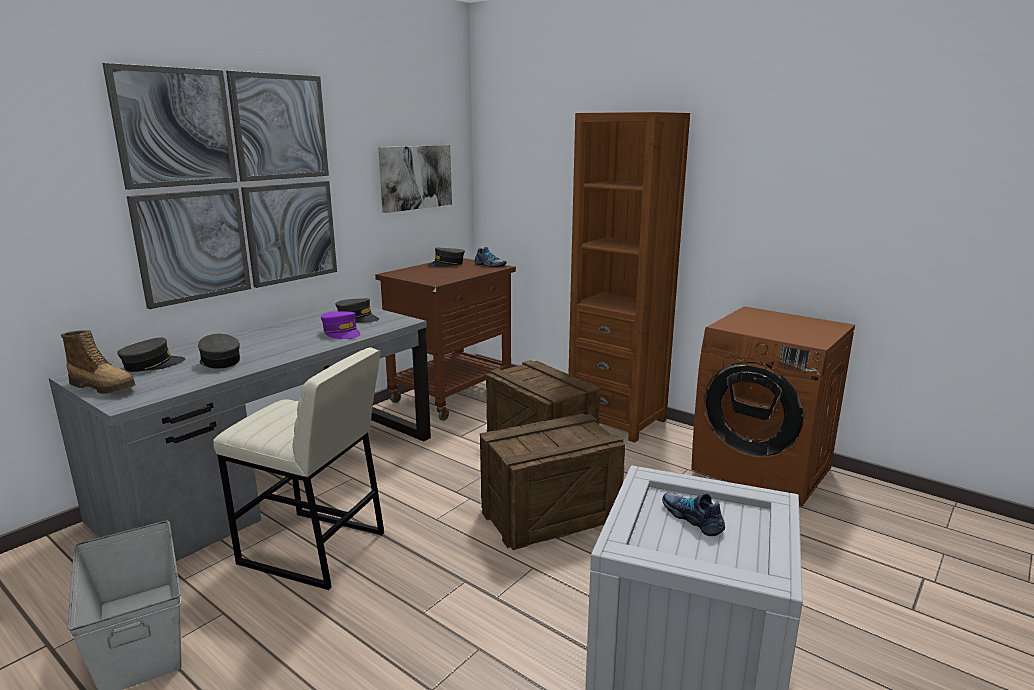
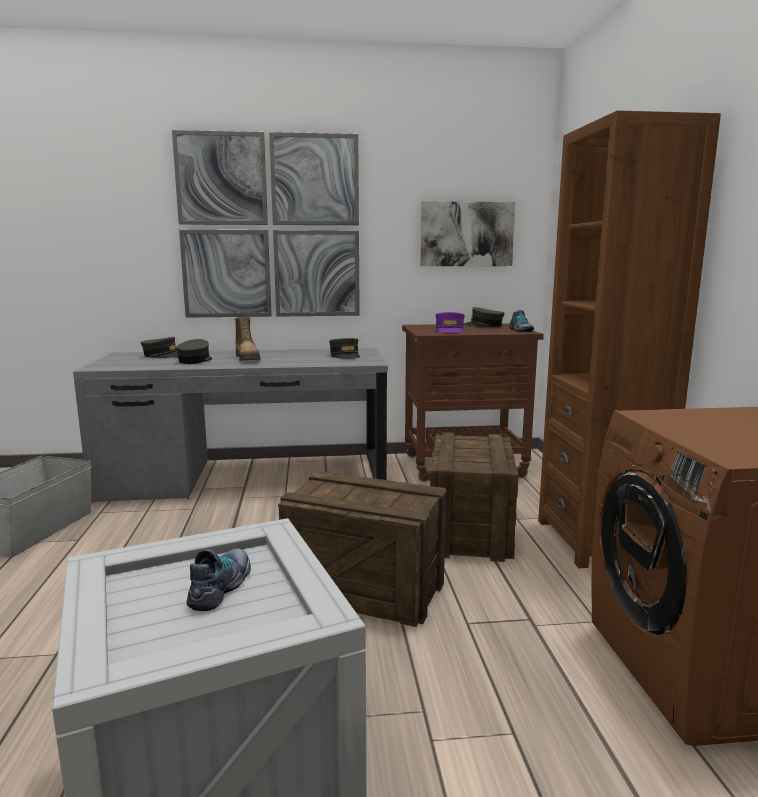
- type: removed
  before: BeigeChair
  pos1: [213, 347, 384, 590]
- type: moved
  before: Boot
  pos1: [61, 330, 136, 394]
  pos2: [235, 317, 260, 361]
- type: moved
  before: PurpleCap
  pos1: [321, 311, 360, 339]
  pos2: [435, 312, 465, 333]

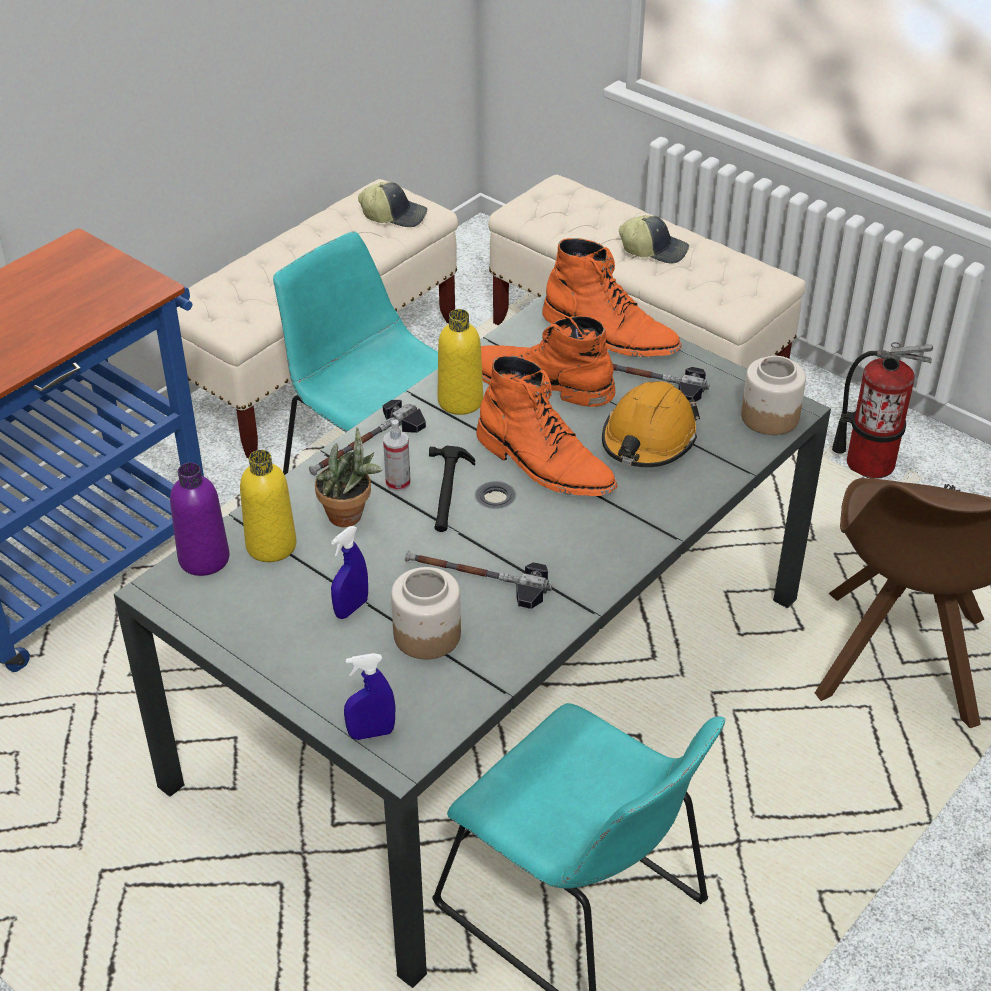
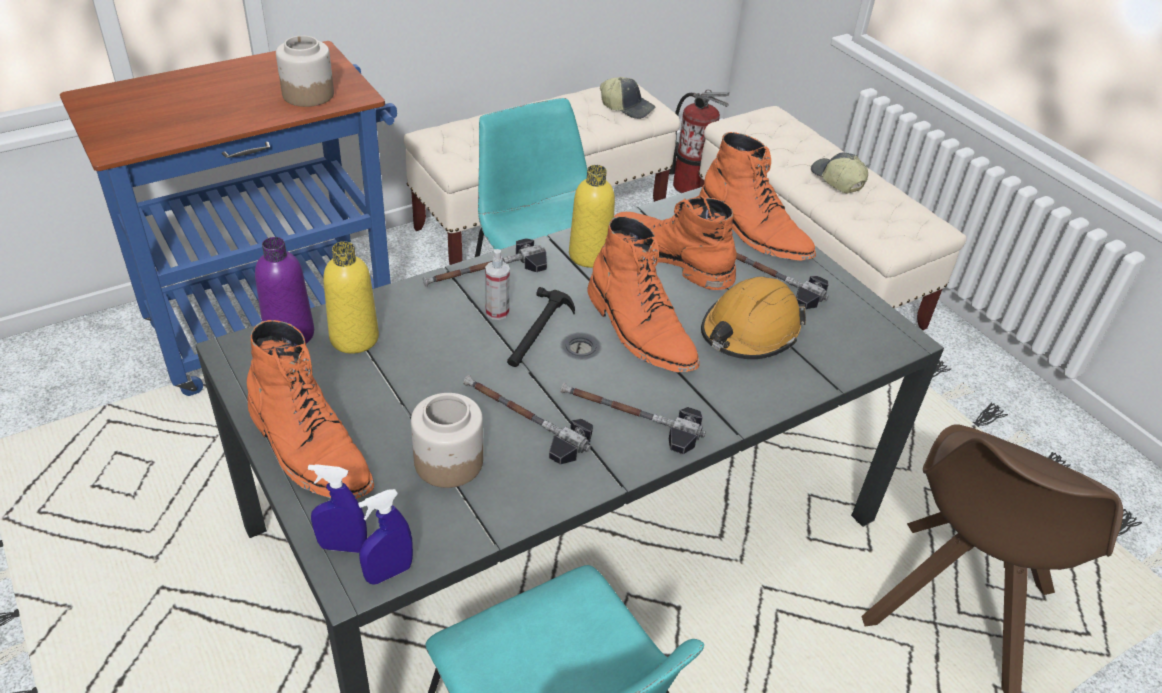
- type: removed
  before: PottedPlant
  pos1: [315, 428, 382, 527]
- type: added
  after: OrangeBoot
  pos2: [247, 320, 374, 499]
- type: added
  after: Hammer
  pos2: [560, 383, 706, 454]
- type: moved
  before: BlueSprayBottle
  pos1: [331, 526, 368, 619]
  pos2: [358, 489, 413, 585]
- type: moved
  before: Jar
  pos1: [741, 356, 806, 435]
  pos2: [276, 35, 334, 107]
- type: moved
  before: FireExtinguisher
  pos1: [832, 342, 933, 479]
  pos2: [669, 90, 729, 193]
- type: turned
  before: Cap
  pos1: [619, 215, 689, 263]
  pos2: [811, 152, 868, 193]
  turn: -150

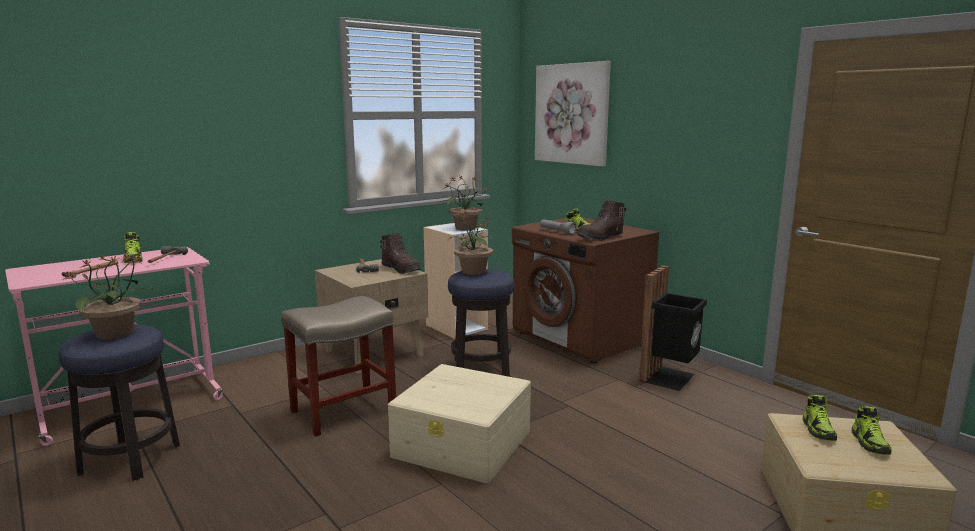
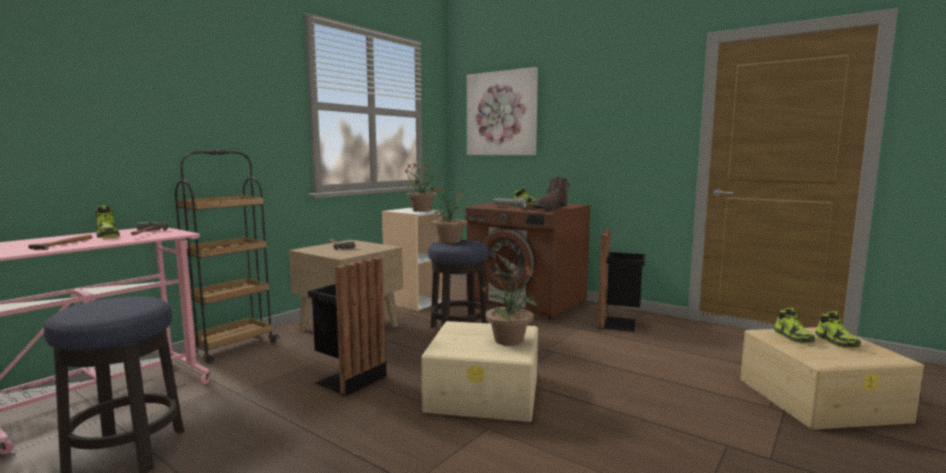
- type: removed
  before: BrownBoot
  pos1: [380, 233, 421, 274]
- type: added
  after: BrownCart
  pos2: [175, 150, 280, 364]
- type: moved
  before: PottedPlant
  pos1: [61, 254, 156, 340]
  pos2: [480, 265, 537, 346]
- type: replaced
  before: BeigeStool
  after: BlackTrashCan
  pos1: [281, 296, 396, 436]
  pos2: [308, 257, 386, 396]

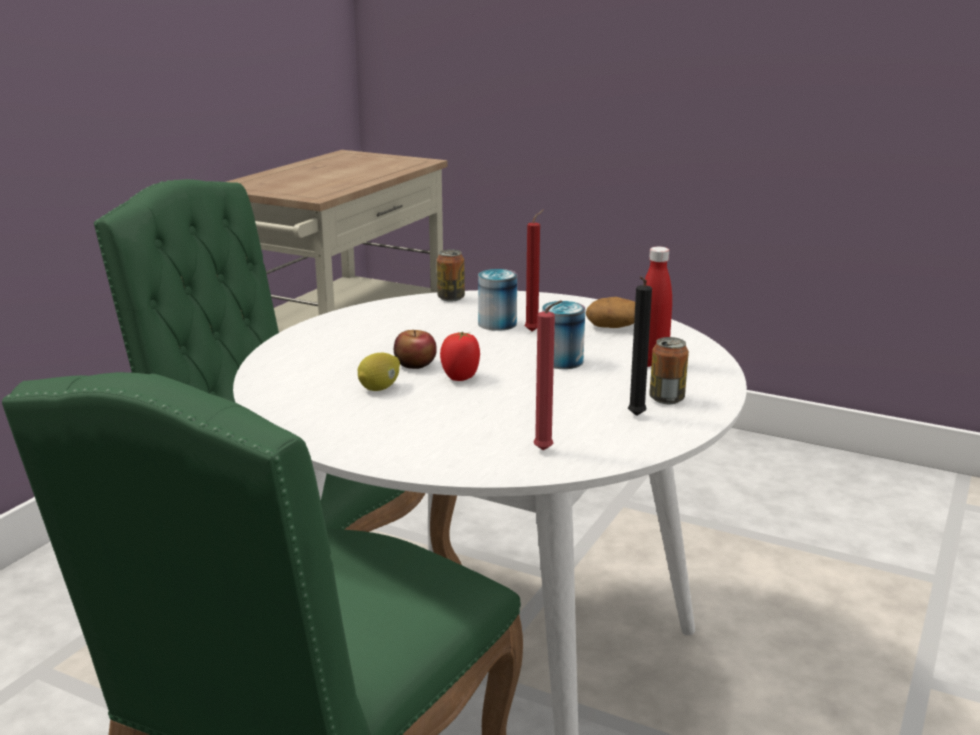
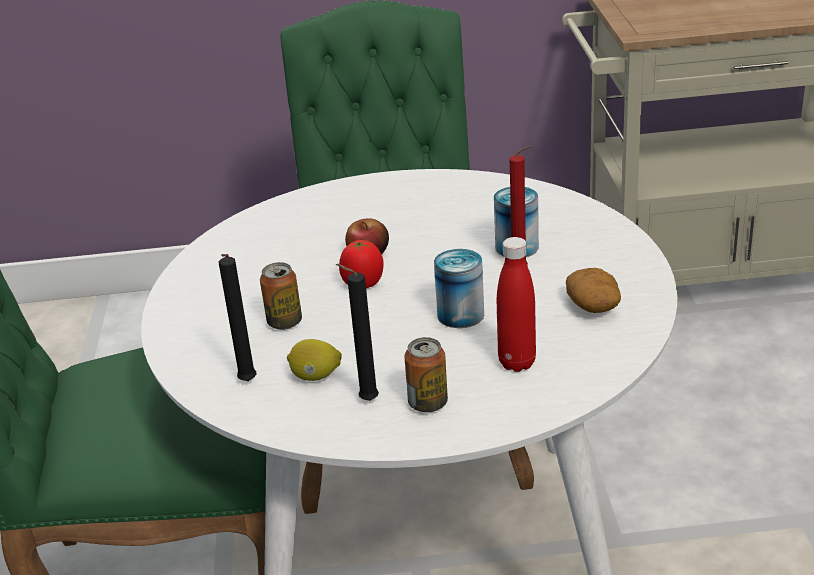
- type: moved
  before: Lemon
  pos1: [358, 353, 400, 391]
  pos2: [287, 339, 342, 381]
- type: moved
  before: Can
  pos1: [437, 249, 465, 302]
  pos2: [260, 262, 302, 330]
- type: recoloured
  before: RedCandle
  after: BlackCandle
  pos1: [534, 301, 562, 451]
  pos2: [219, 254, 256, 381]

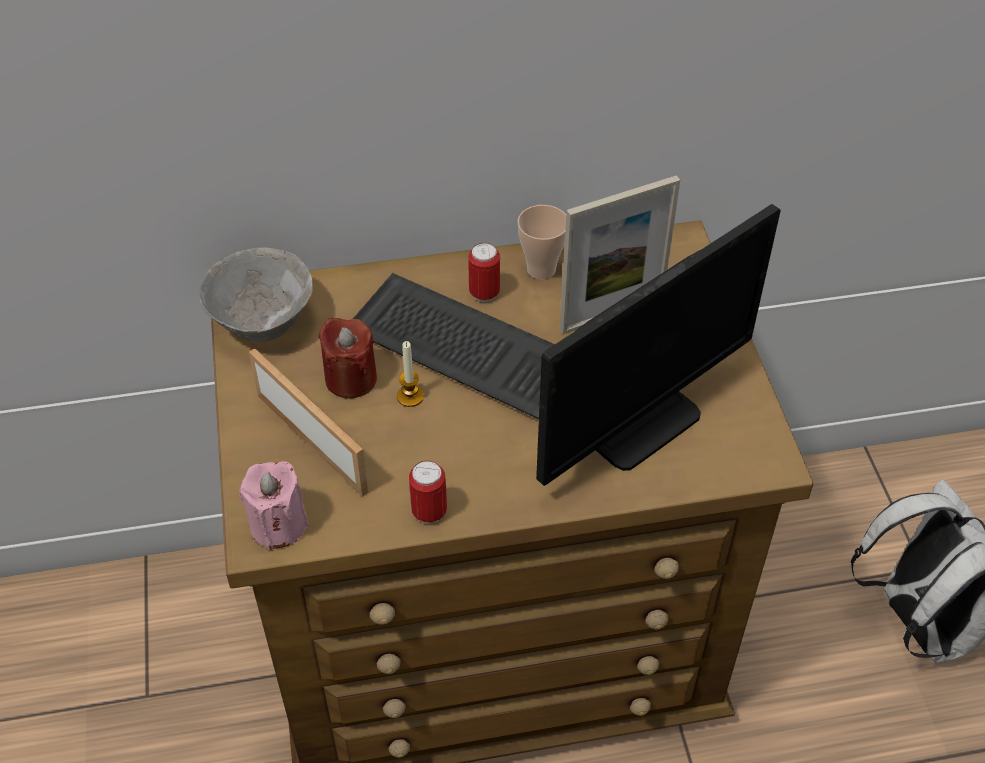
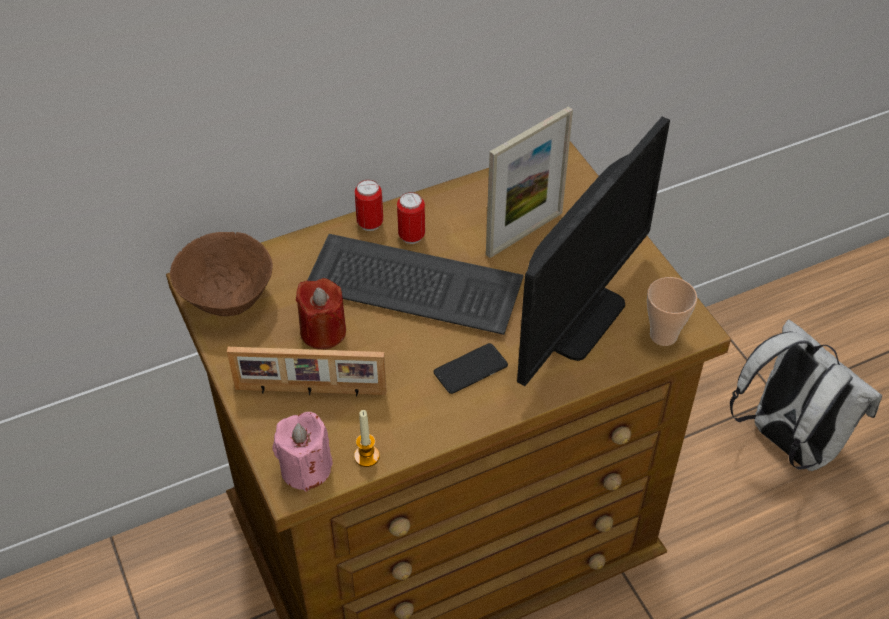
- type: added
  after: Phone
  pos2: [434, 343, 508, 394]
- type: moved
  before: Candle
  pos1: [397, 341, 424, 407]
  pos2: [354, 410, 380, 467]
- type: moved
  before: Can
  pos1: [409, 461, 447, 524]
  pos2: [355, 180, 383, 231]
- type: moved
  before: Cup
  pos1: [517, 205, 566, 279]
  pos2: [647, 277, 697, 346]
- type: recoloured
  before: GreyBowl
  after: BrownBowl
  pos1: [199, 247, 313, 342]
  pos2: [170, 232, 273, 316]
- type: turned
  before: PictureFrame
  pos1: [249, 348, 368, 497]
  pos2: [227, 347, 386, 397]
  turn: 150

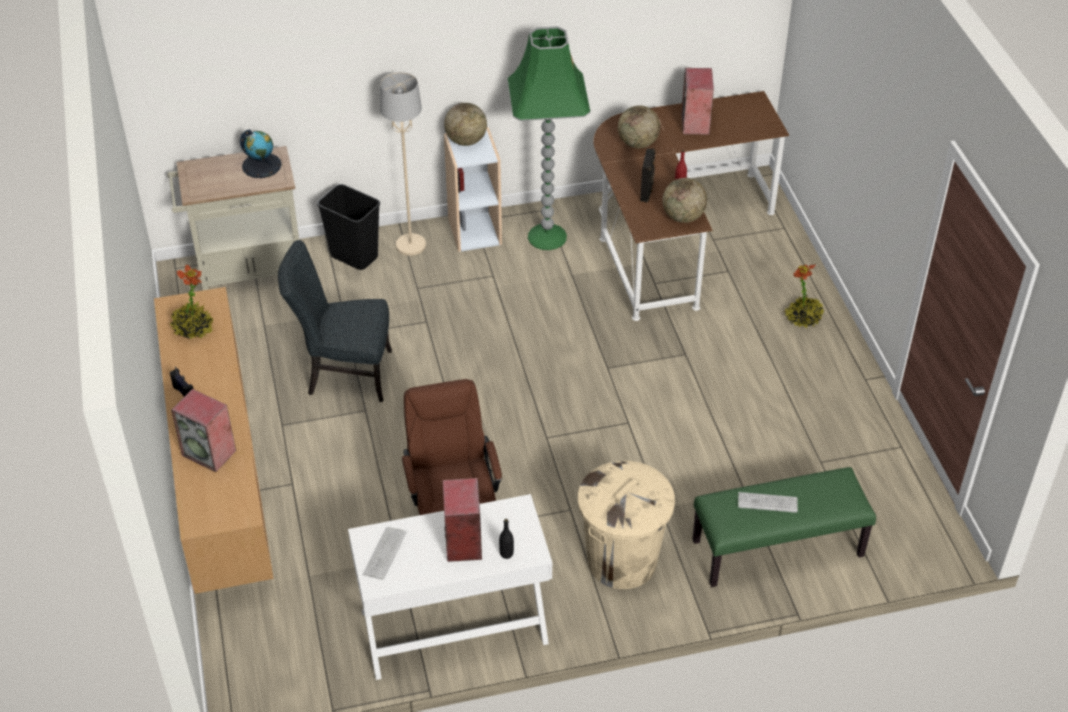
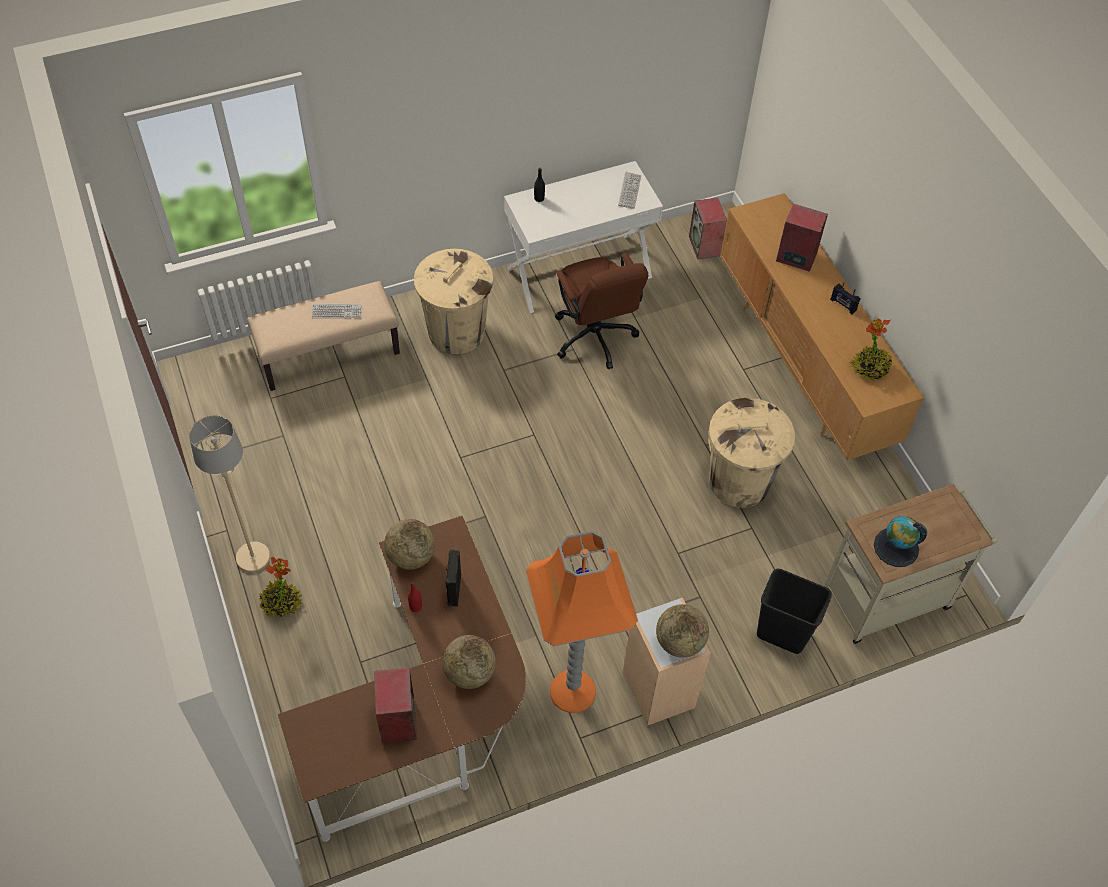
- type: moved
  before: BeigeFloorLamp
  pos1: [380, 72, 426, 256]
  pos2: [189, 415, 270, 572]
- type: moved
  before: Speaker
  pos1: [443, 478, 482, 562]
  pos2: [689, 197, 727, 259]
- type: replaced
  before: GreyChair
  after: BeigeTrashCan
  pos1: [278, 240, 392, 402]
  pos2: [708, 398, 795, 508]
- type: recoloured
  before: GreenFloorLamp
  after: OrangeFloorLamp
  pos1: [507, 26, 591, 250]
  pos2: [526, 531, 638, 713]
- type: recoloured
  before: GreenBench
  after: BeigeBench
  pos1: [693, 467, 876, 587]
  pos2: [247, 281, 400, 391]

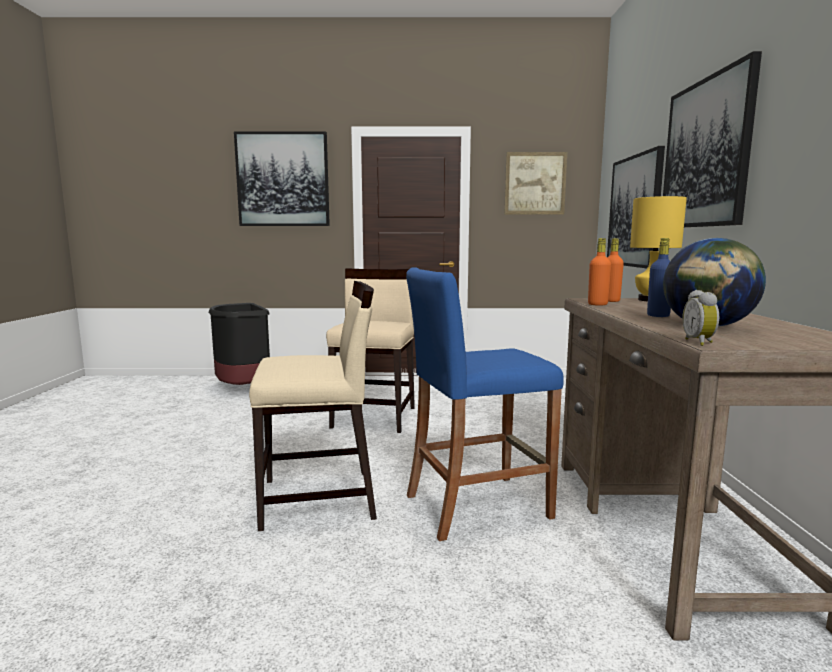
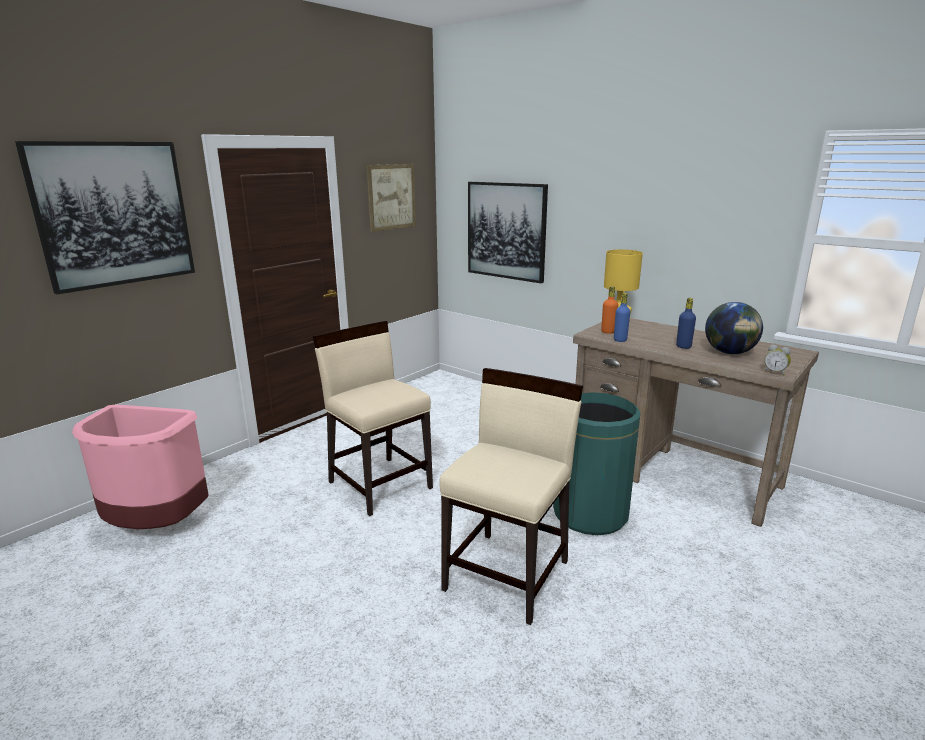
- type: removed
  before: Picture
  pos1: [663, 51, 762, 227]
- type: replaced
  before: BlueStool
  after: GreenTrashCan
  pos1: [406, 267, 564, 541]
  pos2: [553, 392, 641, 535]
- type: recoloured
  before: BlackTrashCan
  after: PinkTrashCan
  pos1: [209, 303, 270, 385]
  pos2: [72, 405, 209, 529]
- type: recoloured
  before: OrangeBottle
  after: BlueBottle
  pos1: [588, 238, 611, 306]
  pos2: [614, 293, 630, 342]

